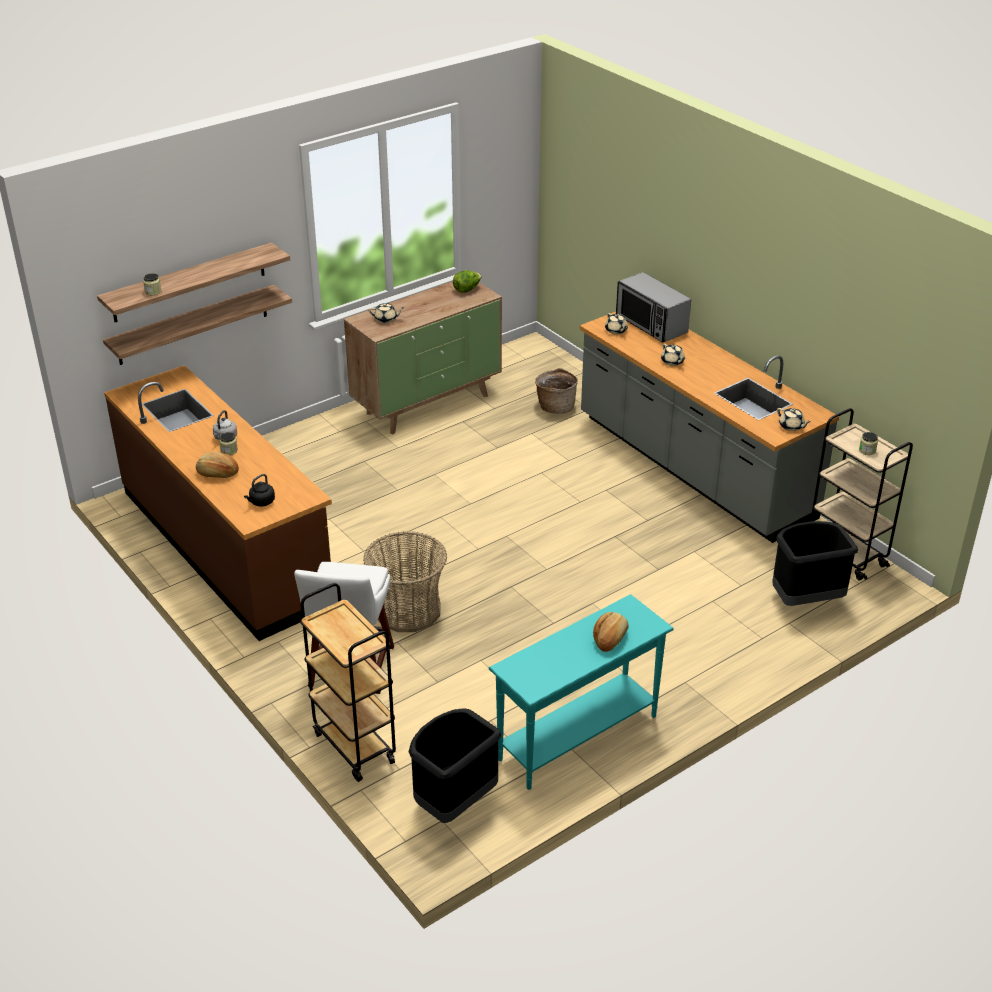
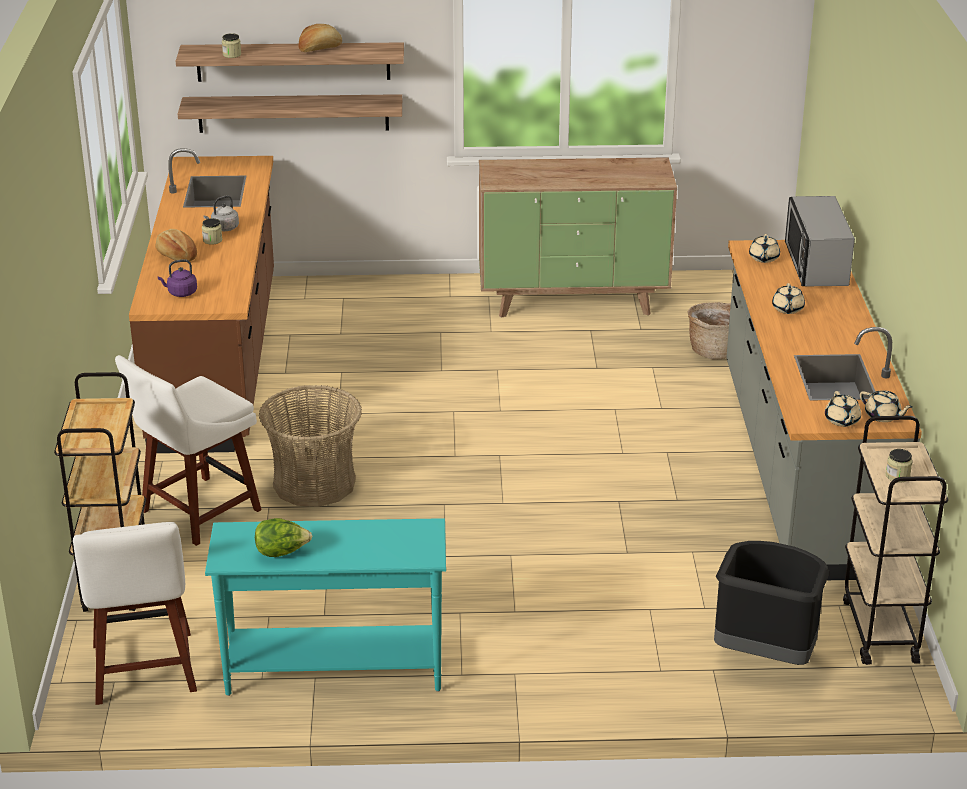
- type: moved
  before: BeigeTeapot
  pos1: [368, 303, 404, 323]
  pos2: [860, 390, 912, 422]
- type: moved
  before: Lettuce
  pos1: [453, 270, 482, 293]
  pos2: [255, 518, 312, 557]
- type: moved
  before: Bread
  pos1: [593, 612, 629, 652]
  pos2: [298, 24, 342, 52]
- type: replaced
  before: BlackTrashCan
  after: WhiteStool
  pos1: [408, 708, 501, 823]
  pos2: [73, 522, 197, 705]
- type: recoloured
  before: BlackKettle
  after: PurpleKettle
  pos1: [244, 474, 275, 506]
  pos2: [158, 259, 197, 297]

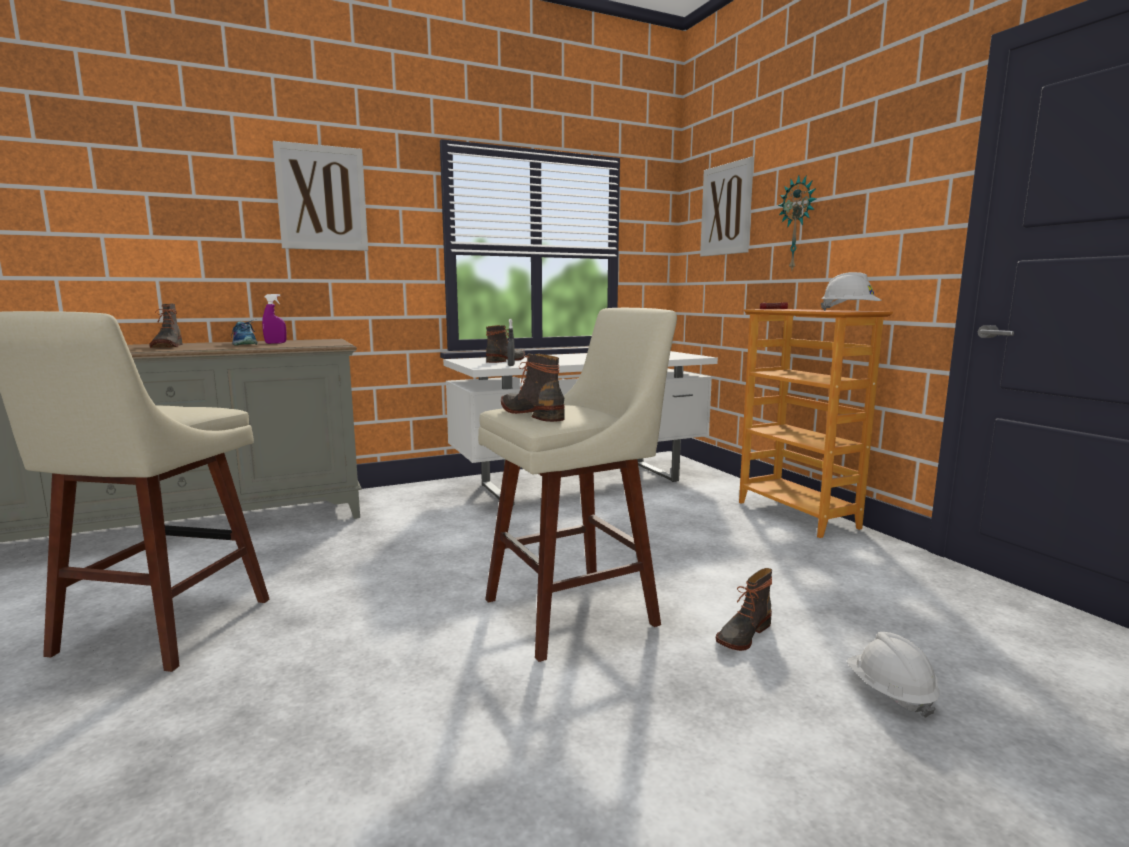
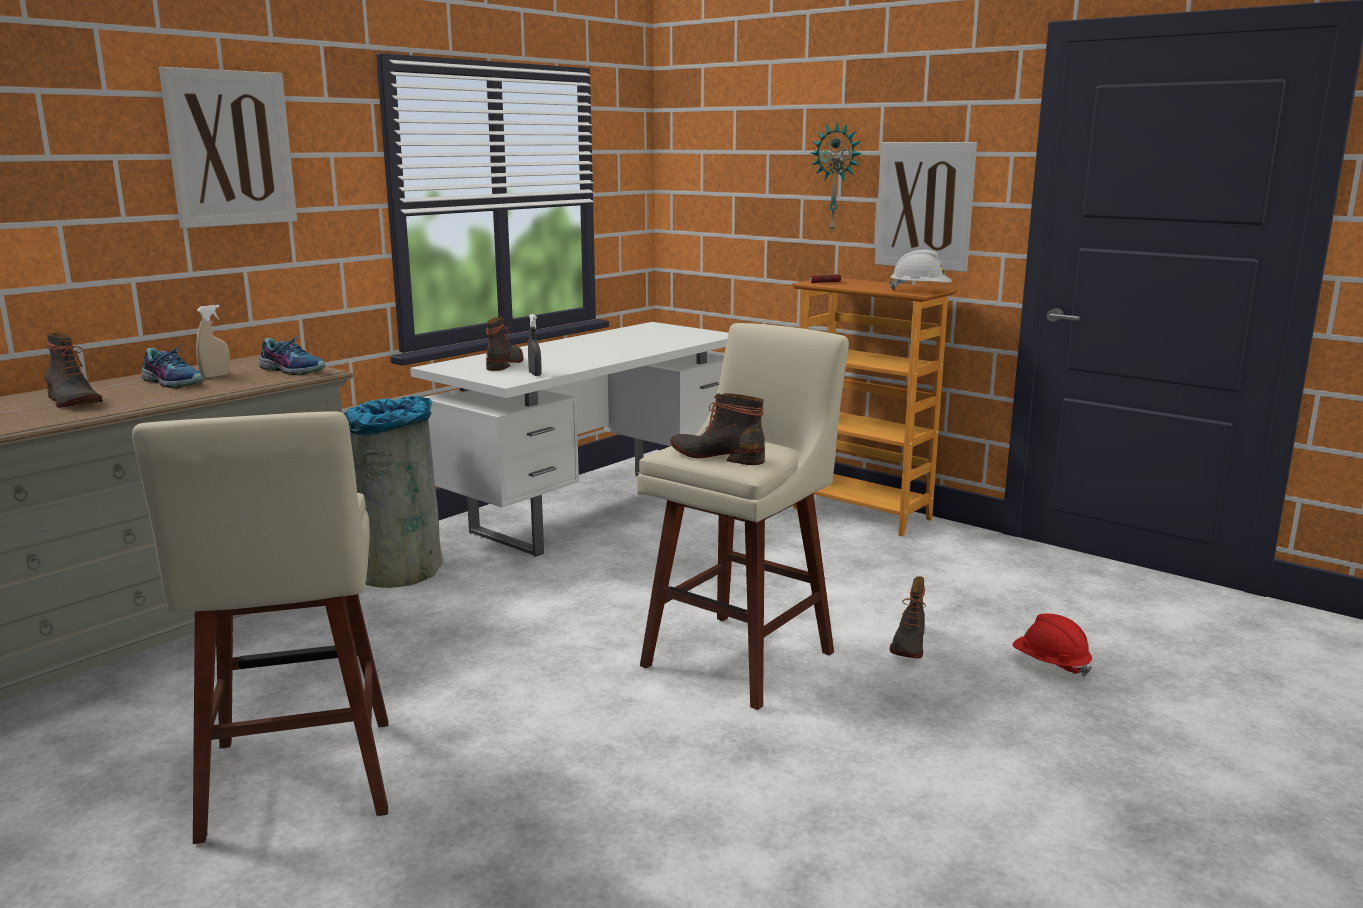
- type: added
  after: Shoe
  pos2: [259, 334, 325, 375]
- type: added
  after: GreyTrashCan
  pos2: [345, 396, 443, 588]
- type: moved
  before: Picture
  pos1: [700, 157, 754, 256]
  pos2: [875, 142, 977, 272]
- type: recoloured
  before: PurpleSprayBottle
  after: BeigeSprayBottle
  pos1: [262, 294, 287, 344]
  pos2: [196, 305, 230, 378]
- type: recoloured
  before: WhiteHardHat
  after: RedHardHat
  pos1: [847, 632, 940, 718]
  pos2: [1013, 613, 1092, 676]

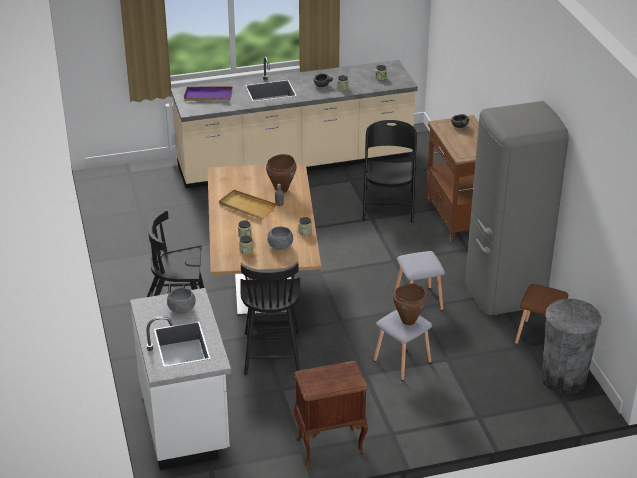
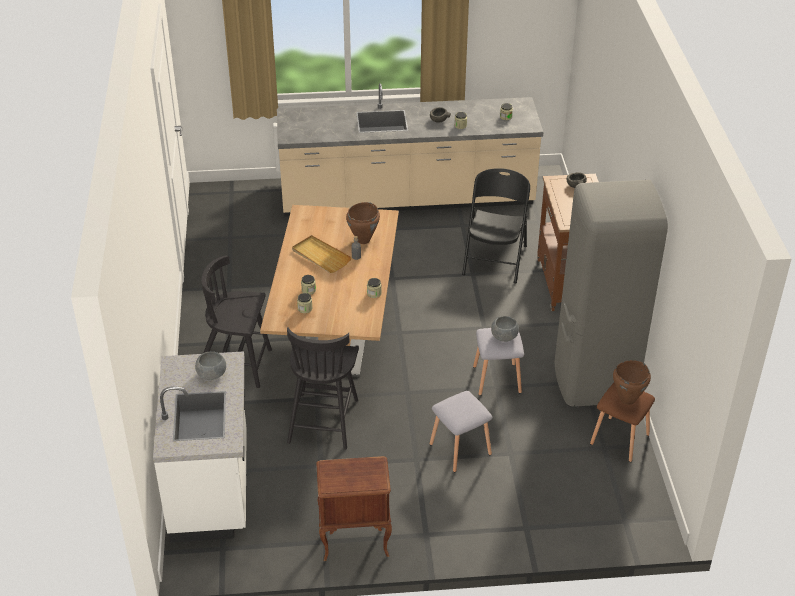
- type: removed
  before: PurpleTray
  pos1: [184, 86, 233, 101]
- type: removed
  before: GreyTrashCan
  pos1: [541, 299, 601, 394]
- type: moved
  before: GreyBowl
  pos1: [267, 227, 293, 250]
  pos2: [491, 316, 519, 342]
- type: moved
  before: BrownCookingPot
  pos1: [393, 283, 427, 325]
  pos2: [613, 360, 651, 405]

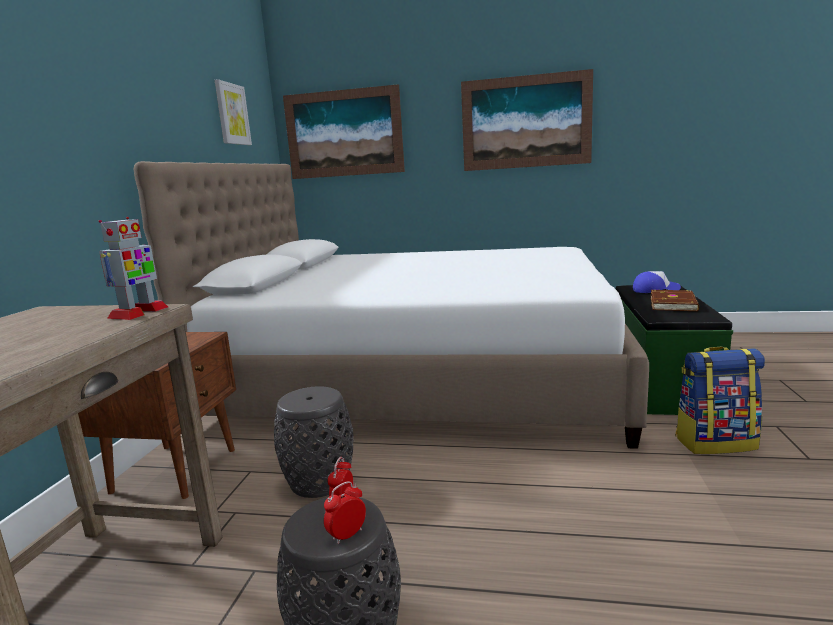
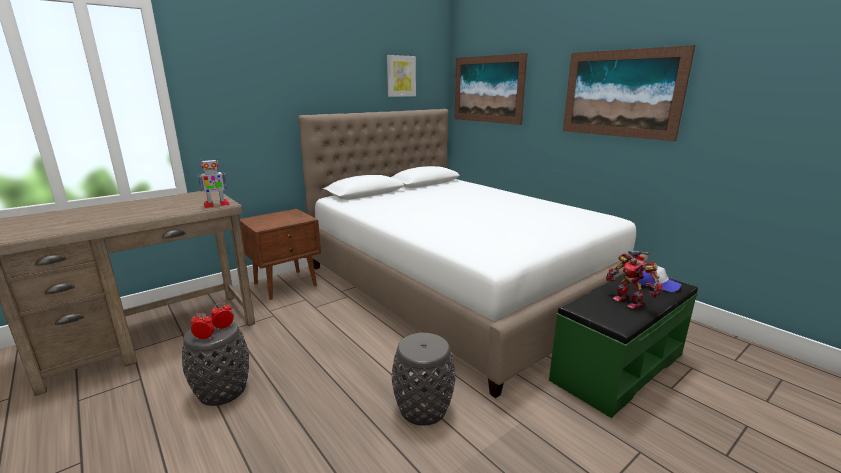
- type: removed
  before: Backpack
  pos1: [675, 347, 765, 454]
- type: moved
  before: GreyStool
  pos1: [274, 386, 354, 498]
  pos2: [392, 333, 455, 426]
- type: replaced
  before: BrownBook
  after: ToyRobot
  pos1: [651, 290, 699, 311]
  pos2: [606, 251, 663, 309]

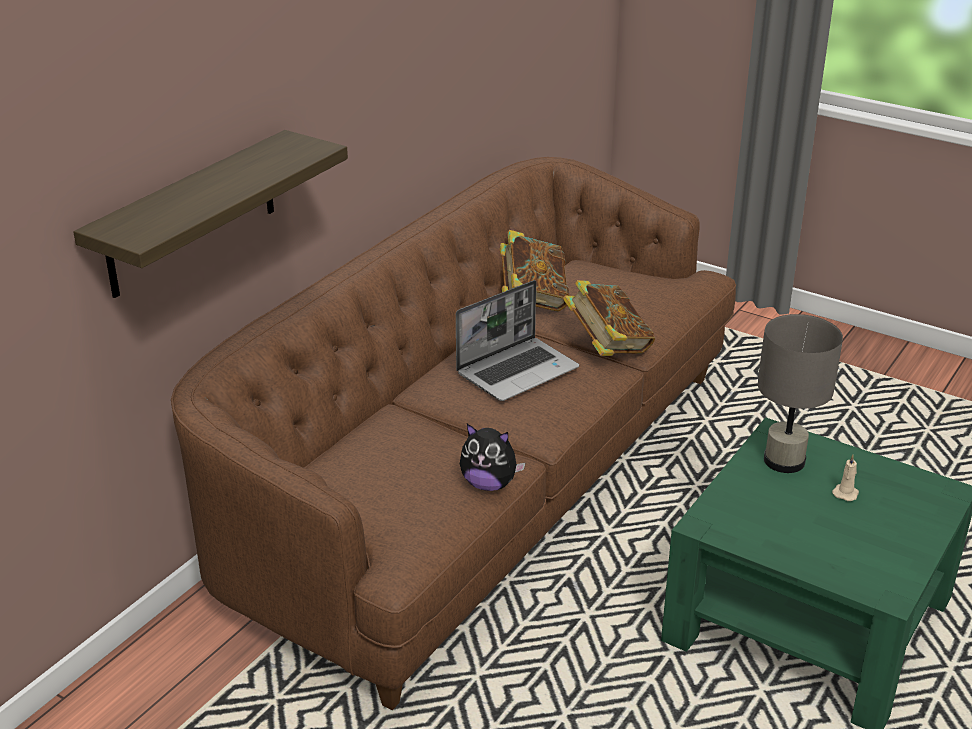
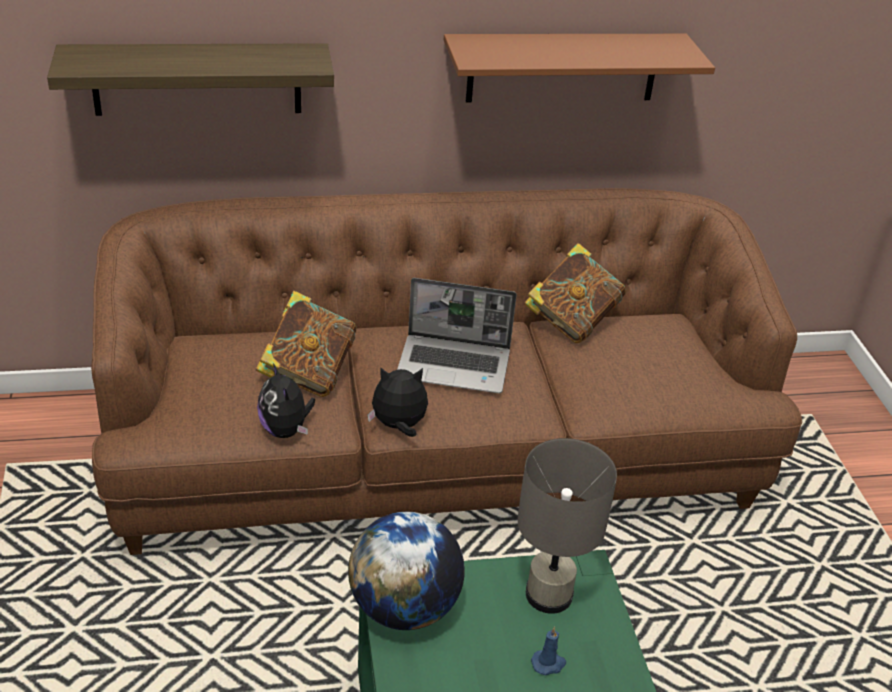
- type: added
  after: Globe
  pos2: [348, 512, 465, 630]
- type: added
  after: PlushToy
  pos2: [367, 367, 428, 437]
- type: added
  after: BrownShelf
  pos2: [444, 34, 715, 103]
- type: moved
  before: Book
  pos1: [563, 280, 655, 356]
  pos2: [256, 291, 356, 397]
- type: recoloured
  before: BeigeCandle
  after: BlueCandle
  pos1: [832, 455, 859, 501]
  pos2: [531, 626, 566, 675]

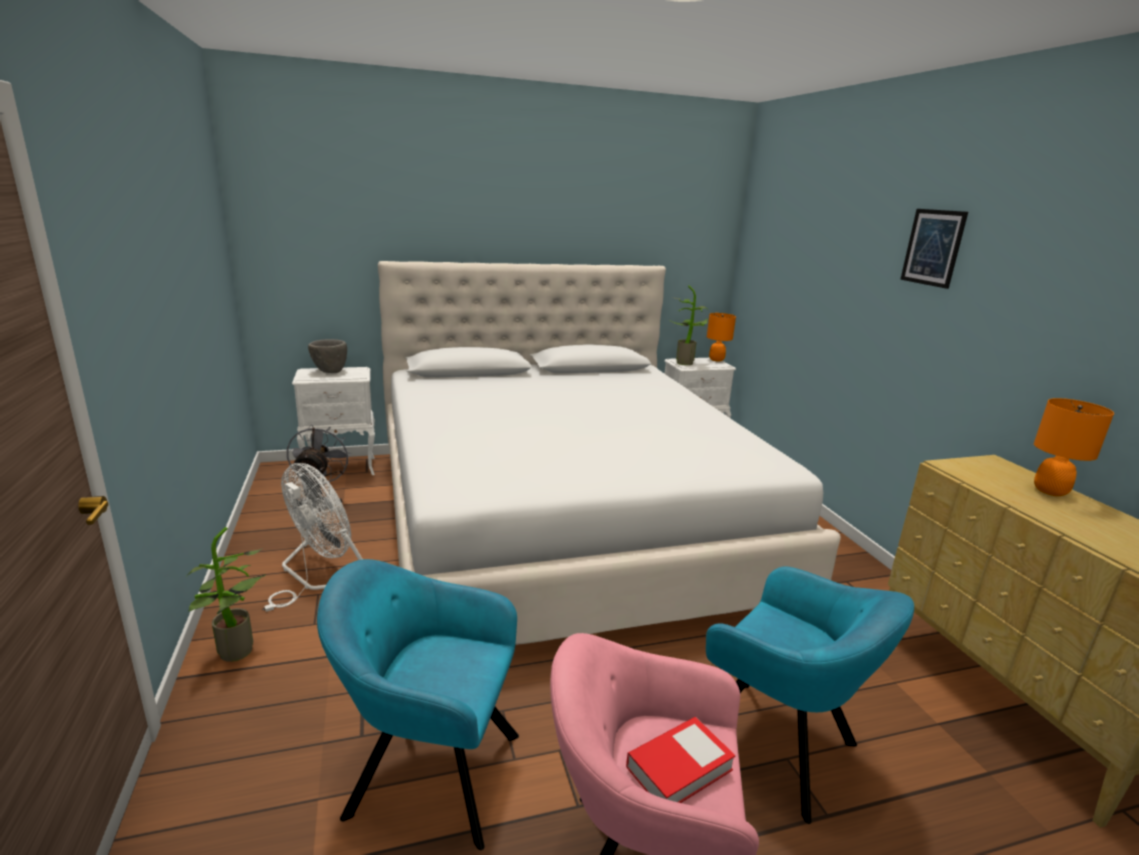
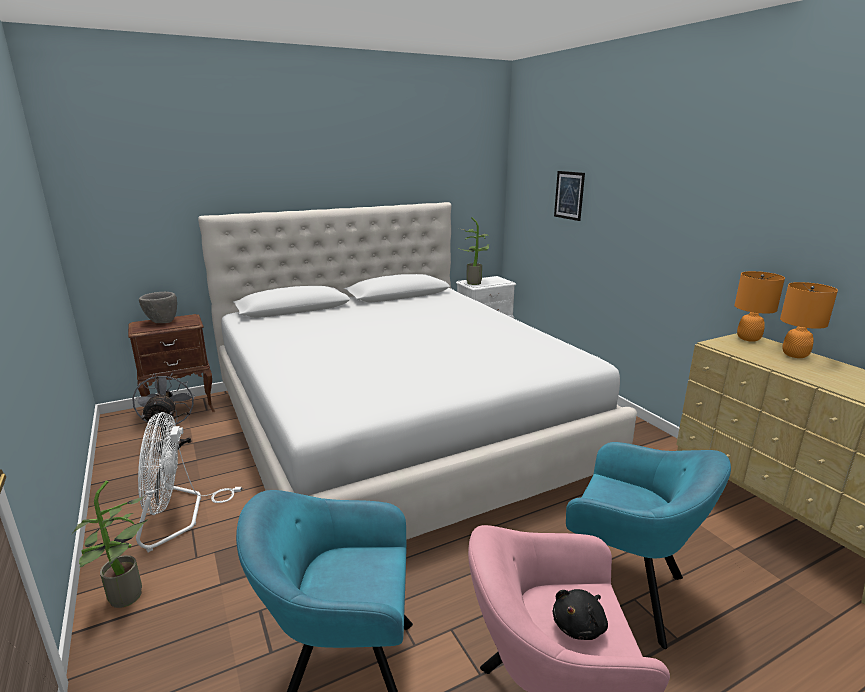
- type: moved
  before: OrangeTableLamp
  pos1: [707, 313, 736, 362]
  pos2: [734, 271, 785, 342]
- type: moved
  before: Picture
  pos1: [900, 209, 968, 289]
  pos2: [554, 171, 585, 221]
- type: replaced
  before: Book
  after: BlackPlushToy
  pos1: [626, 717, 736, 803]
  pos2: [552, 589, 608, 640]
- type: recoloured
  before: WhiteNightstand
  after: BrownNightstand
  pos1: [292, 367, 375, 475]
  pos2: [128, 314, 215, 412]
- type: turned
  before: WhiteFan
  pos1: [262, 463, 362, 612]
  pos2: [136, 412, 242, 553]
  turn: -135

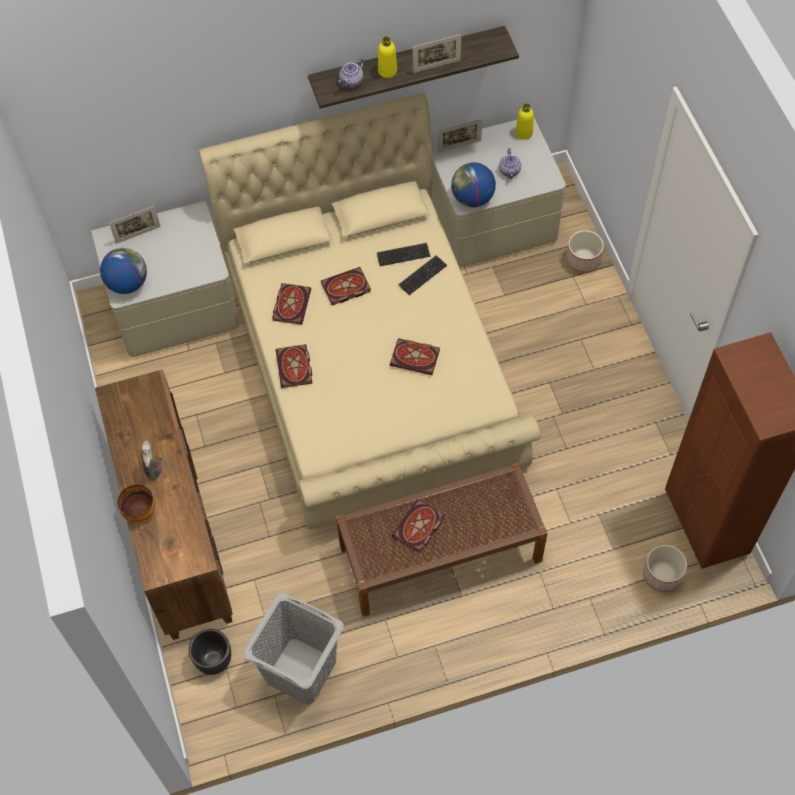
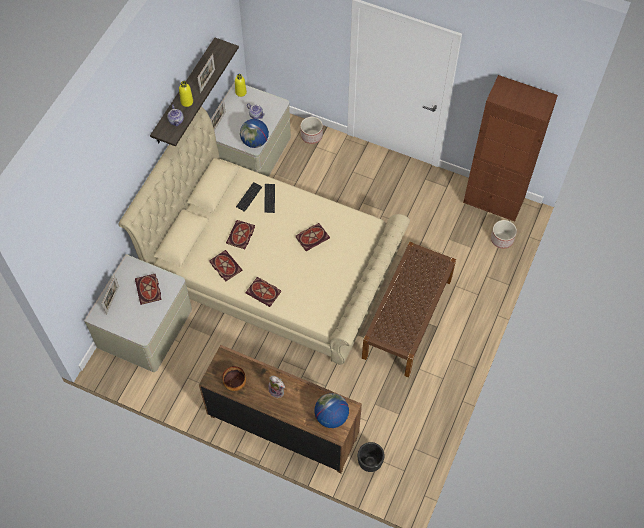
- type: removed
  before: GreyLaundryBasket
  pos1: [242, 593, 344, 704]
- type: moved
  before: Globe
  pos1: [100, 248, 147, 294]
  pos2: [314, 393, 349, 428]
- type: moved
  before: Bowl
  pos1: [118, 485, 155, 522]
  pos2: [222, 366, 246, 391]
- type: moved
  before: Book
  pos1: [392, 499, 445, 553]
  pos2: [135, 274, 162, 305]

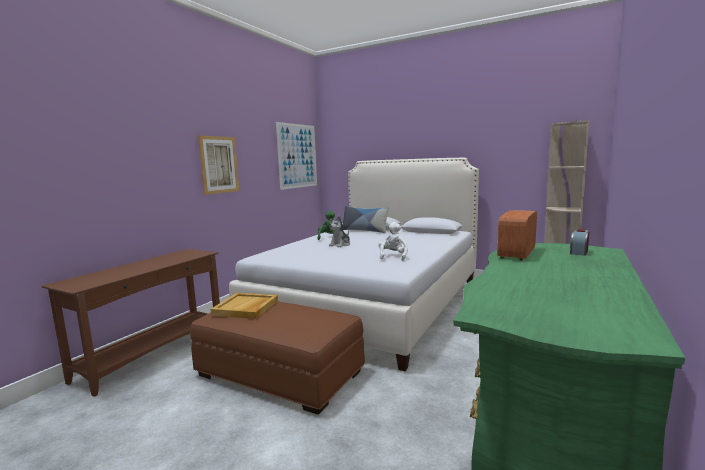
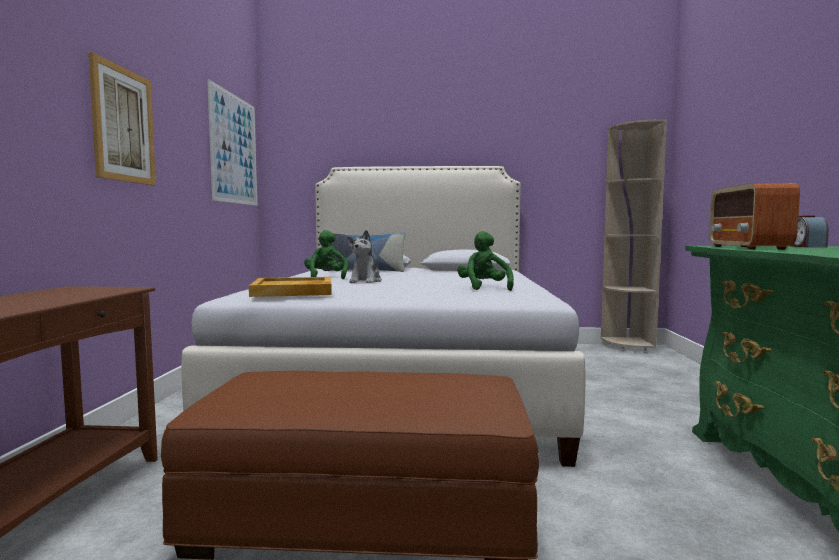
- type: moved
  before: BeigeTray
  pos1: [210, 293, 278, 319]
  pos2: [249, 277, 332, 297]
- type: recoloured
  before: WhitePlushToy
  after: GreenPlushToy
  pos1: [378, 222, 408, 261]
  pos2: [457, 231, 514, 291]

